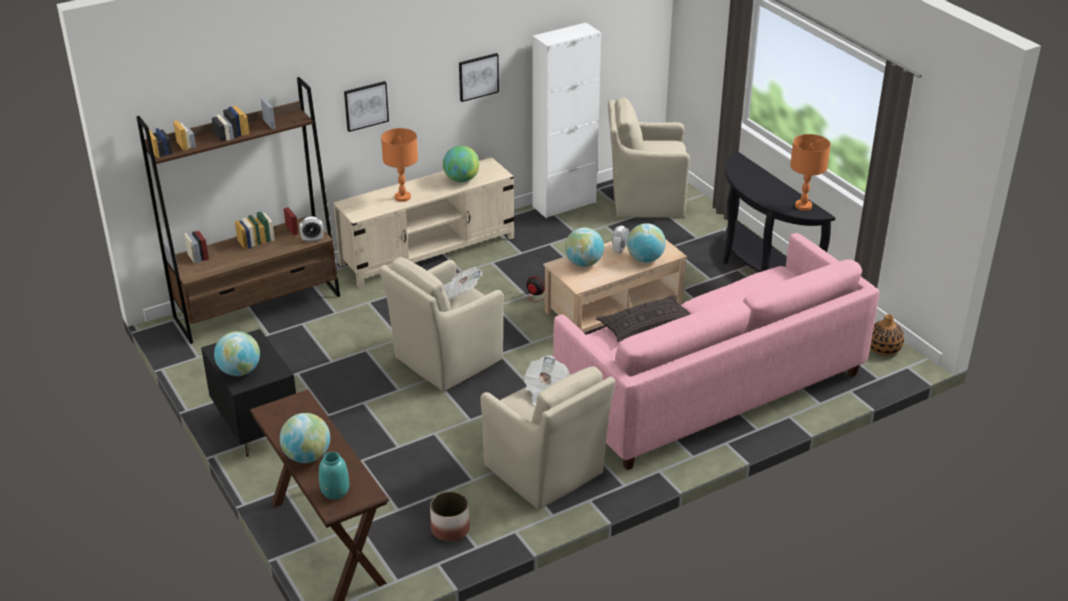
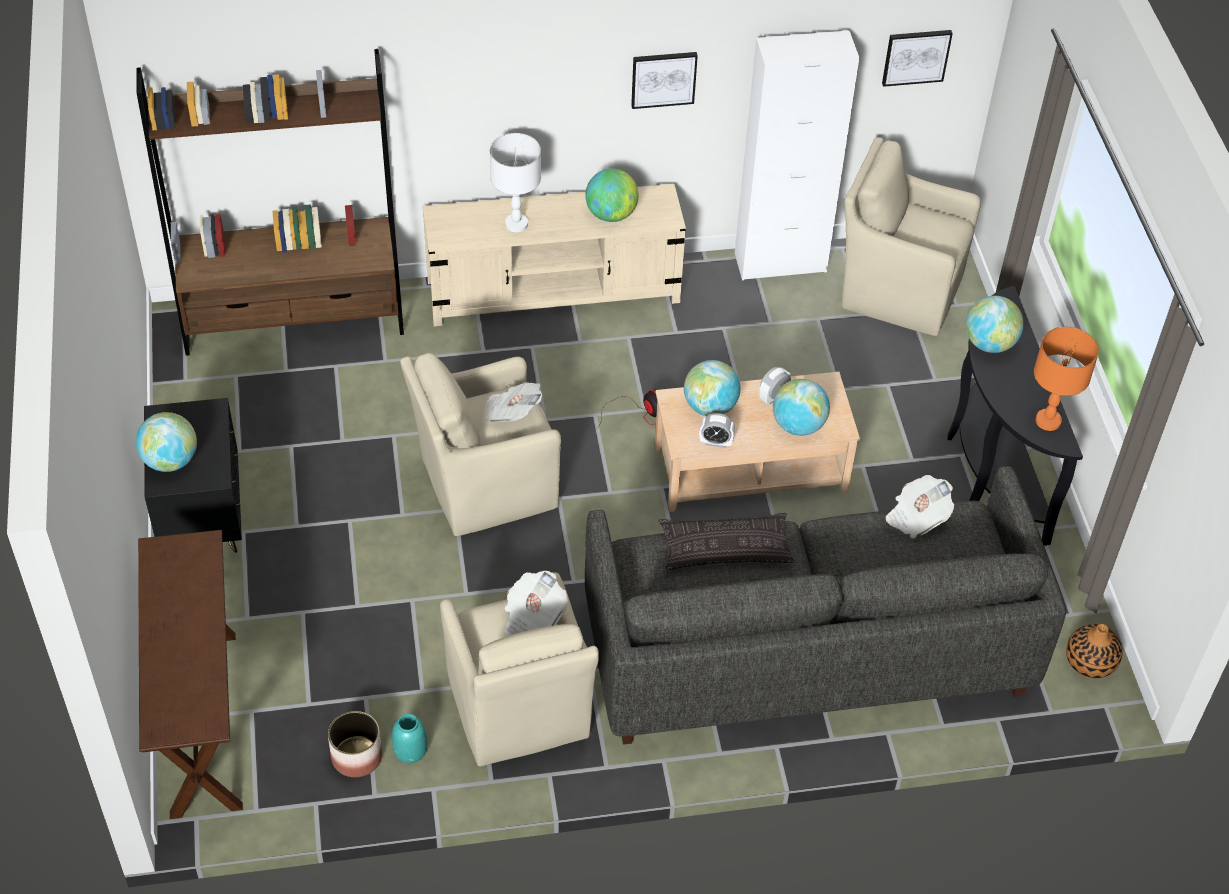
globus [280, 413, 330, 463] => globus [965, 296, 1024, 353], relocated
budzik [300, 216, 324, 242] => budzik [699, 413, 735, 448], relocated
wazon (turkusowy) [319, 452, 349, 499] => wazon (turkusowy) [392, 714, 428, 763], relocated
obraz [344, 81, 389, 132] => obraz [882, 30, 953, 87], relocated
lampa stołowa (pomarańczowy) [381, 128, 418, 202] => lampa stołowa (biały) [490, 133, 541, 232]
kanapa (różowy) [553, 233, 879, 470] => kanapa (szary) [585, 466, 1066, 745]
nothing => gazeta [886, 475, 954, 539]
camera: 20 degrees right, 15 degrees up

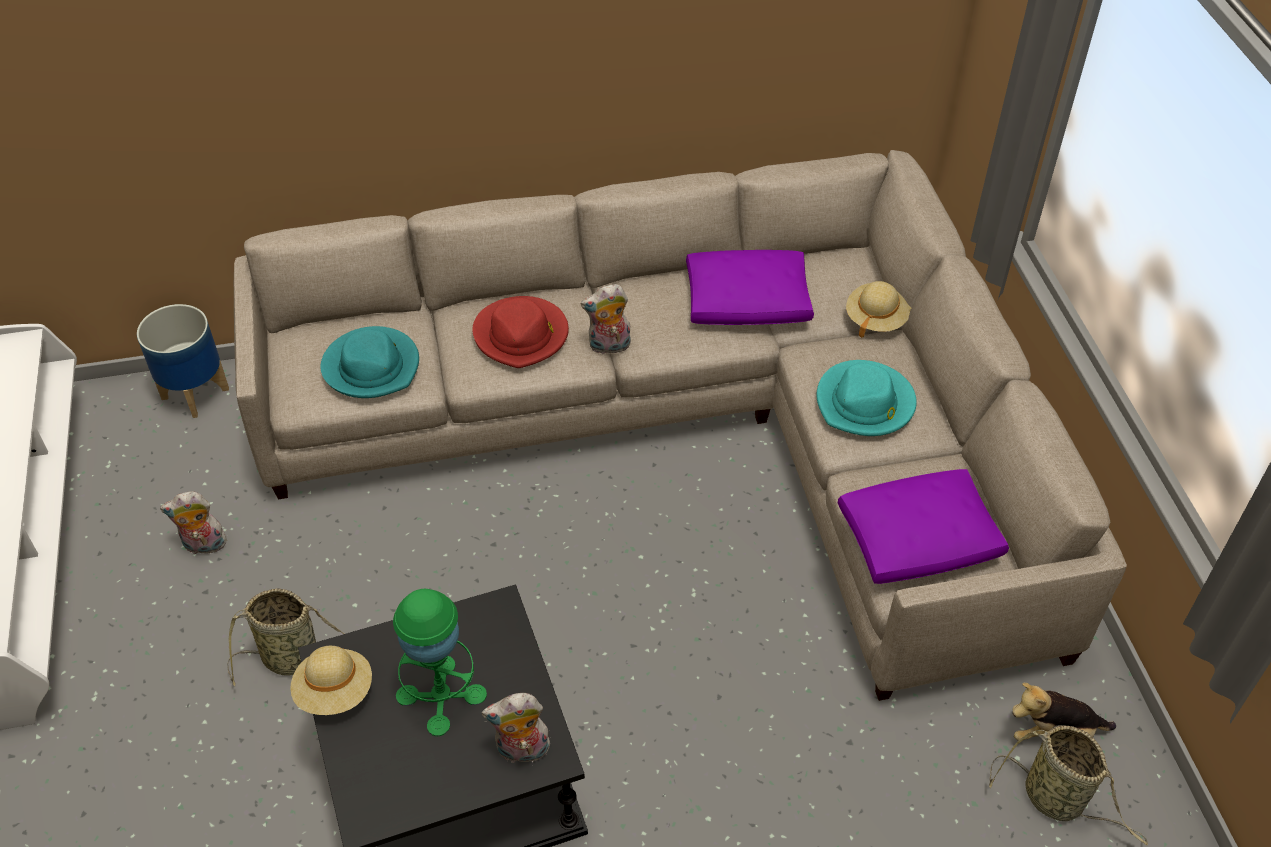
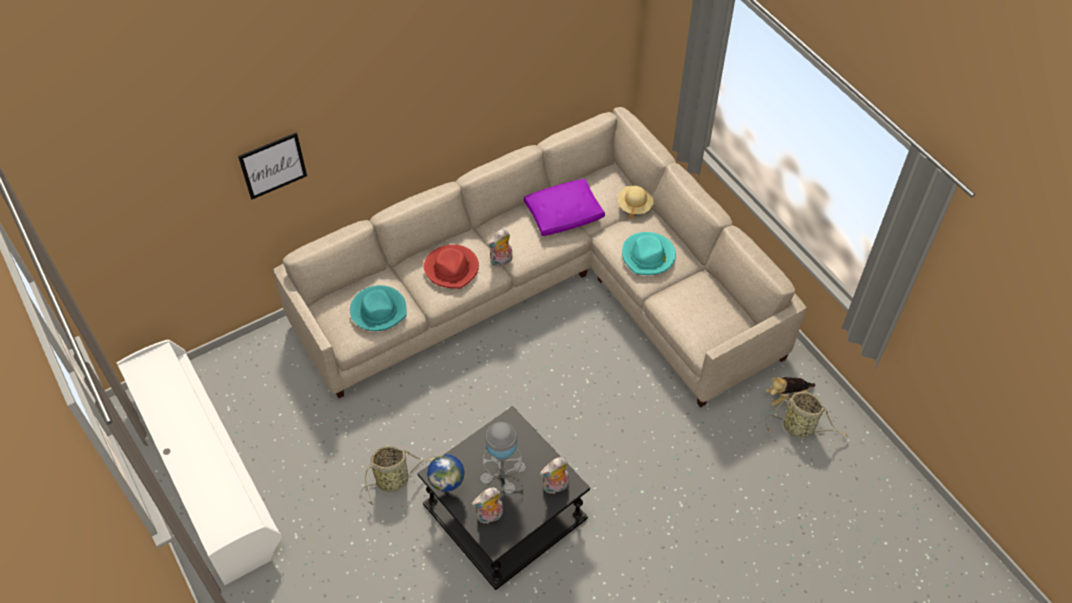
donica [137, 304, 229, 418] => nothing
pluszak [160, 491, 227, 554] => pluszak [472, 487, 503, 524], relocated
kapelusz (beżowy) [290, 646, 372, 715] => globus [427, 454, 465, 492]
lampa stołowa (zielony) [393, 589, 487, 736] => lampa stołowa (szary) [480, 422, 526, 494]
poduszka (fioletowy) [838, 469, 1009, 584] => nothing
nothing => obraz [238, 133, 307, 199]
camera: 20 degrees left, 5 degrees up

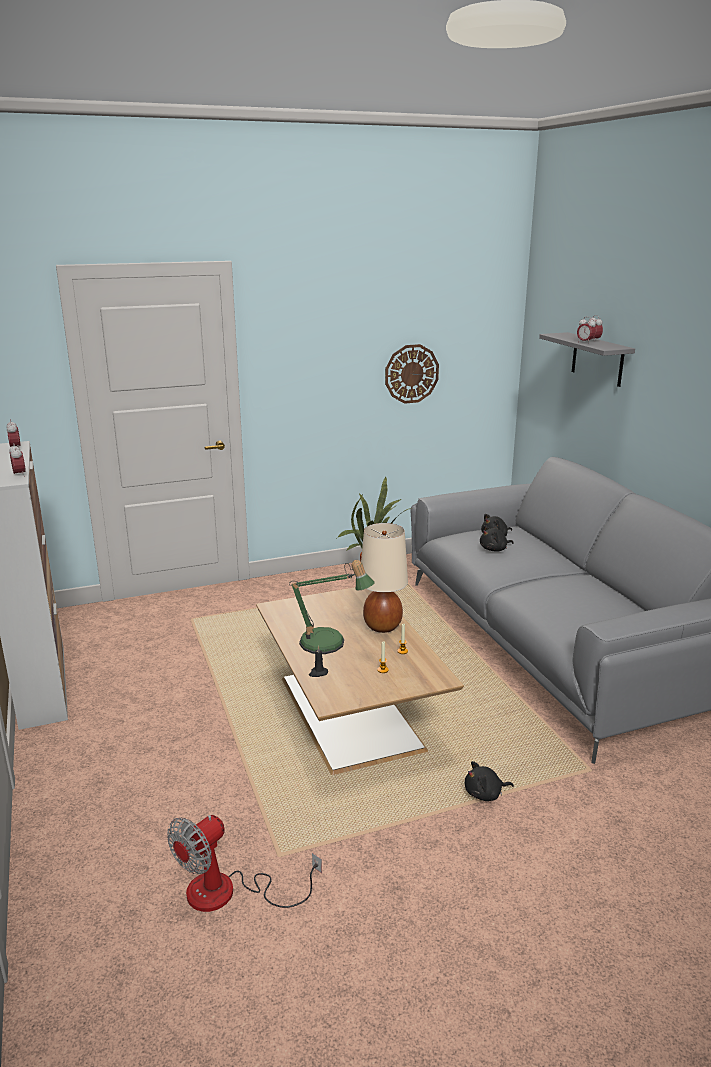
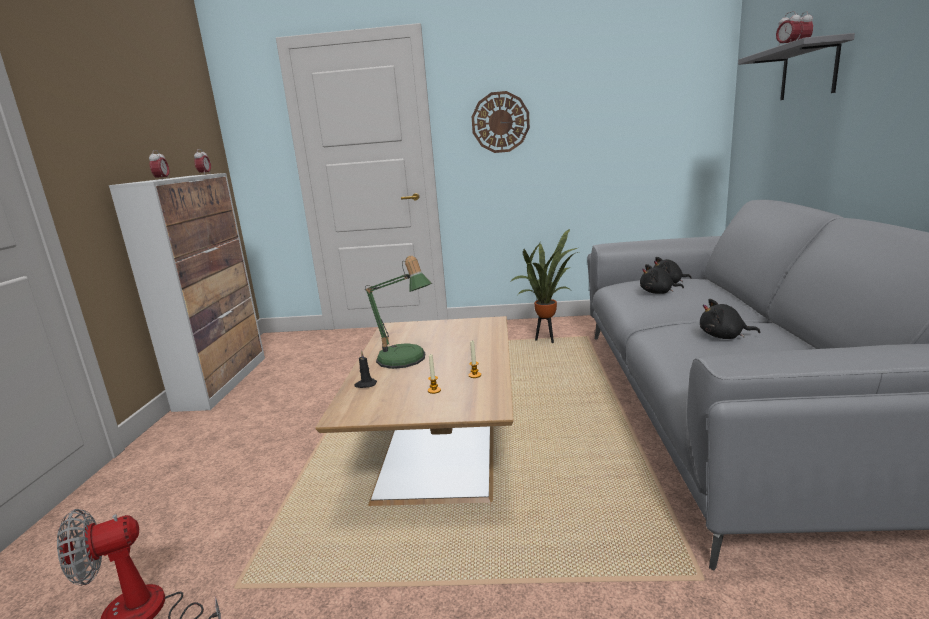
lampa stołowa (beżowy) [361, 523, 408, 633] => nothing
zegar ścienny [385, 344, 439, 404] => zegar ścienny [472, 91, 530, 153], relocated
pluszak (czarny) [465, 761, 514, 801] => pluszak (czarny) [700, 299, 760, 339], relocated
camera: 25 degrees right, 5 degrees down

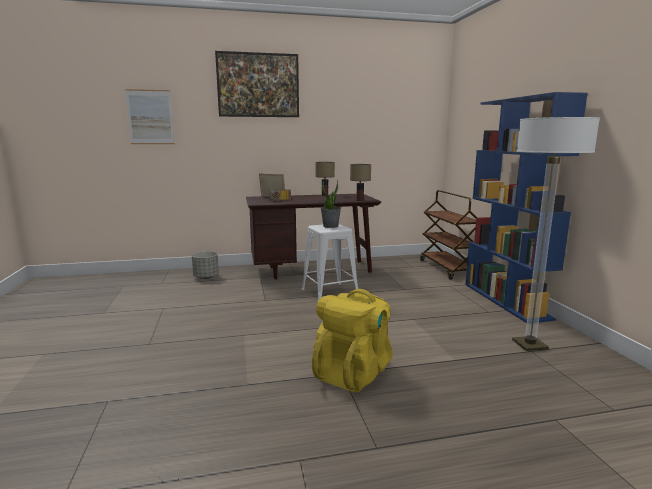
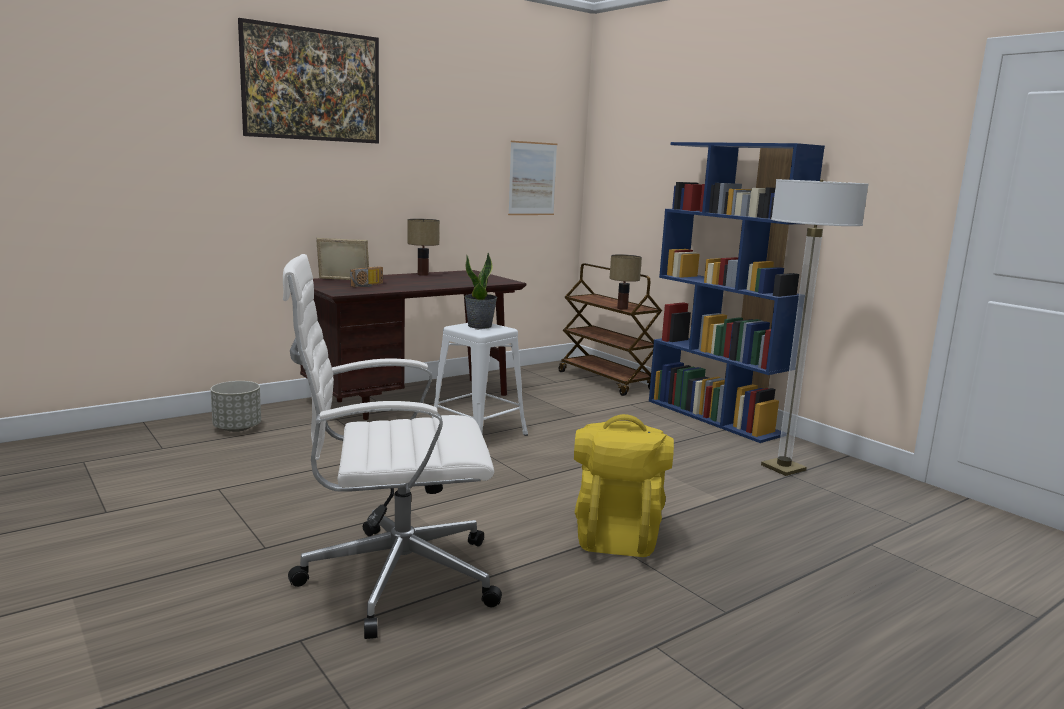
obraz [125, 89, 175, 144] => obraz [508, 141, 557, 215], relocated
lampa stołowa [350, 164, 371, 201] => lampa stołowa [610, 254, 642, 310], relocated
nothing => krzesło biurowe (biały) [283, 254, 502, 639]
camera: 25 degrees left, 0 degrees up

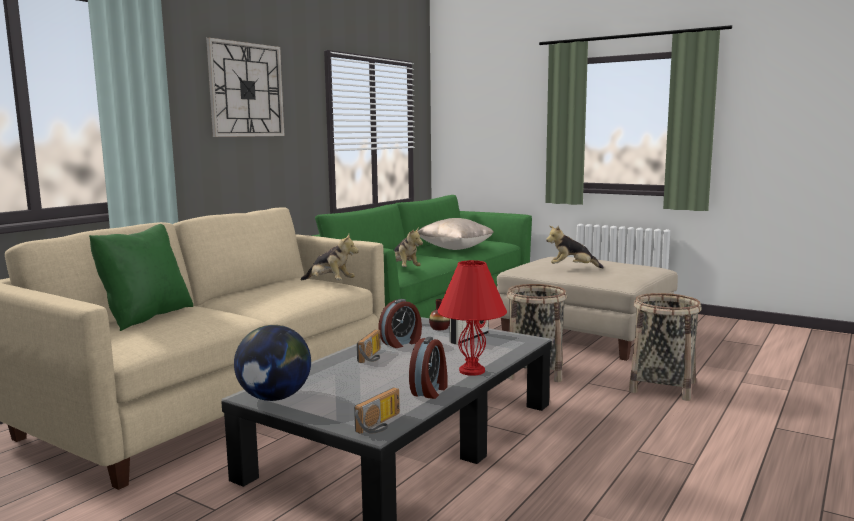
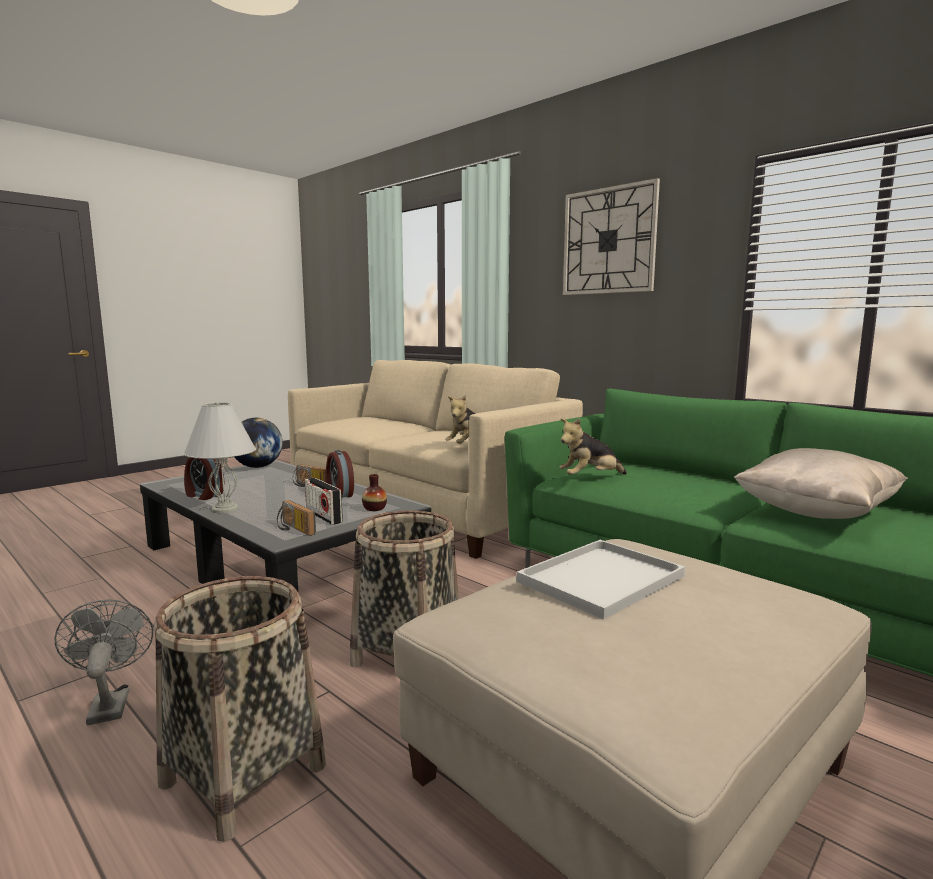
poduszka (zielony) [89, 224, 193, 331] => nothing
radio [354, 387, 400, 434] => radio [277, 500, 316, 536], relocated
lampa stołowa (czerwony) [438, 260, 507, 376] => lampa stołowa (biały) [184, 402, 256, 513]
pluszak [546, 226, 604, 268] => taca (biały) [517, 540, 685, 620]
nothing => wentylator (szary) [54, 600, 153, 725]
camera: 100 degrees right, 0 degrees up

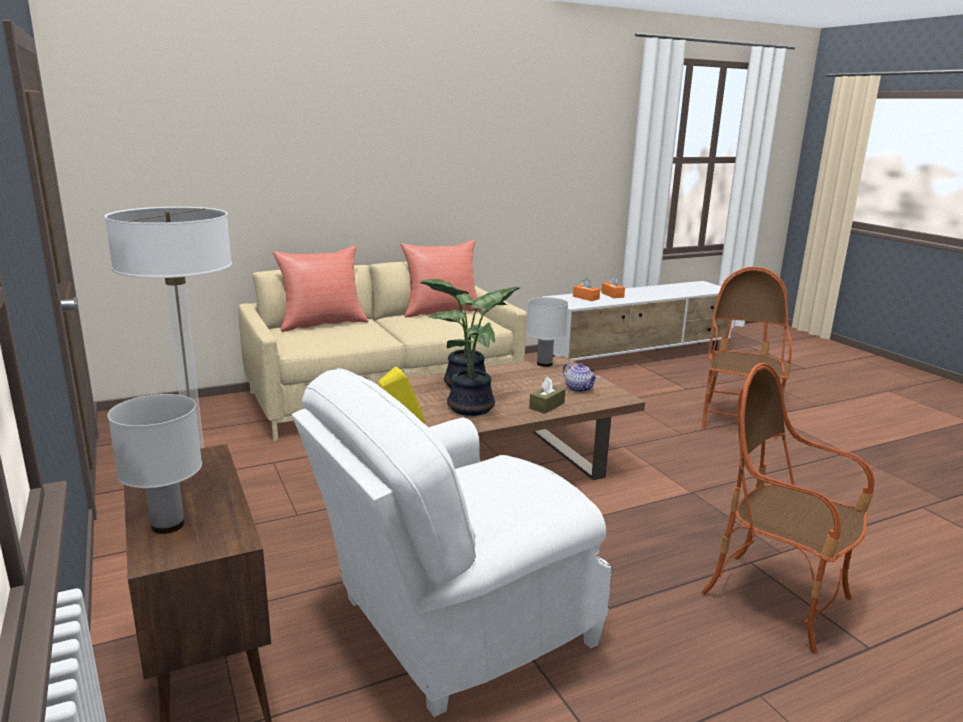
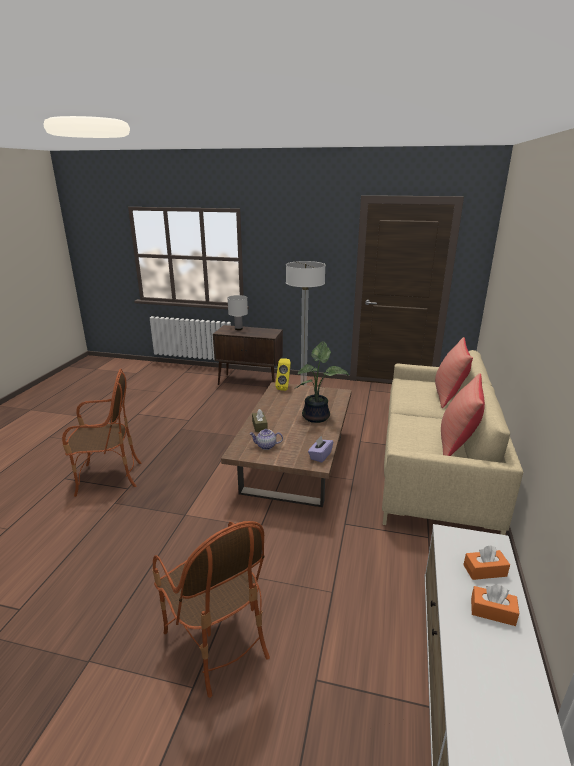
fotel (biały) [292, 368, 611, 717] => nothing
roślina doniczkowa [428, 287, 521, 416] => nothing
lampa stołowa (biały) [527, 297, 568, 367] => pudełko chusteczek (fioletowy) [308, 436, 333, 463]
camera: 130 degrees right, 5 degrees up

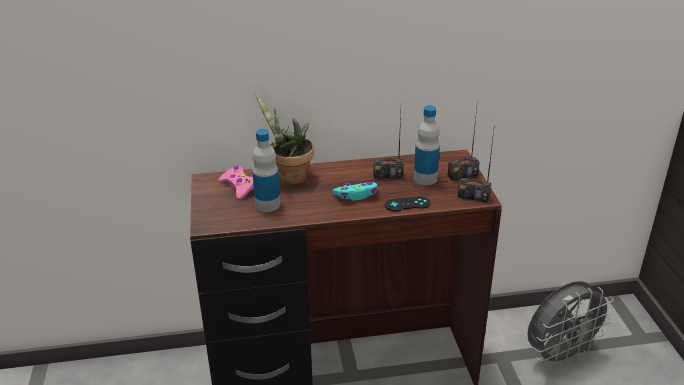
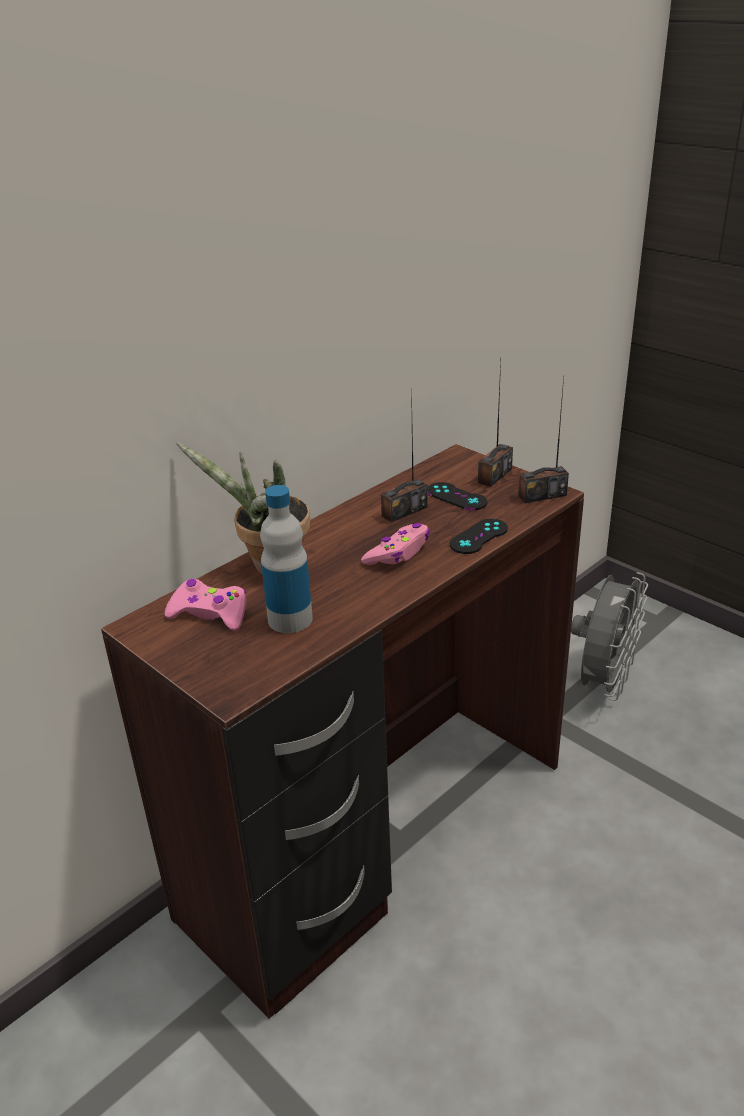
pad do gier (turkusowy) [332, 182, 378, 200] => pad do gier (różowy) [361, 523, 430, 565]
butelka [414, 105, 440, 185] => pad do gier (czarny) [427, 482, 487, 510]
camera: 35 degrees left, 0 degrees up

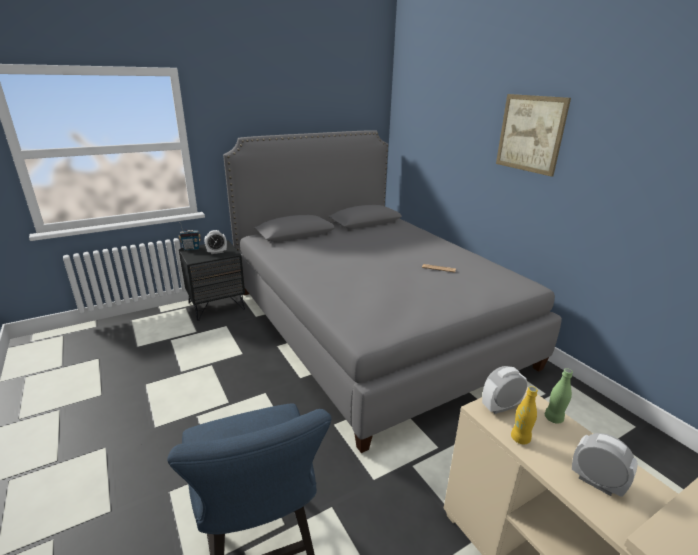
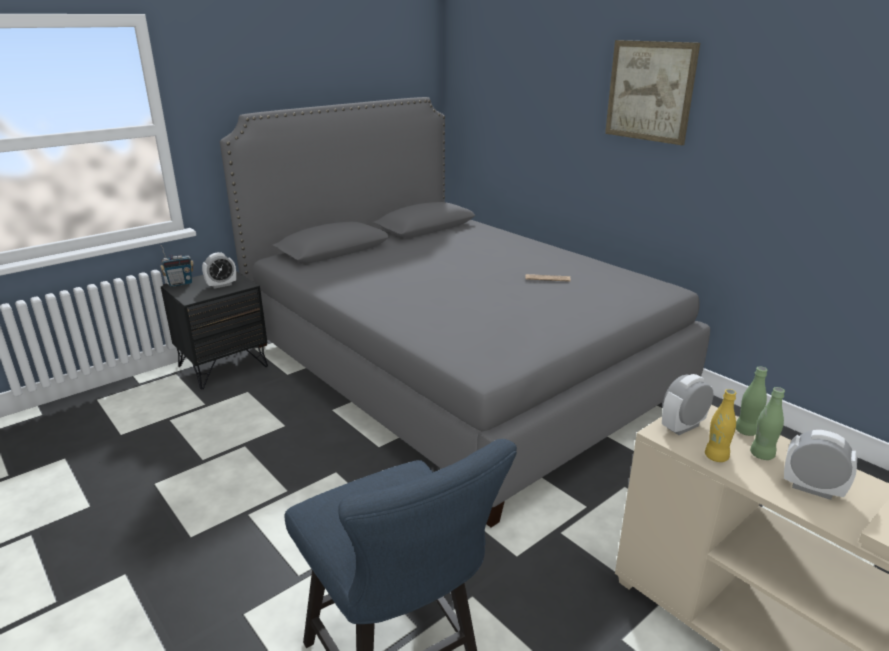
nothing => butelka (zielony) [750, 387, 785, 460]
camera: 10 degrees left, 0 degrees up

